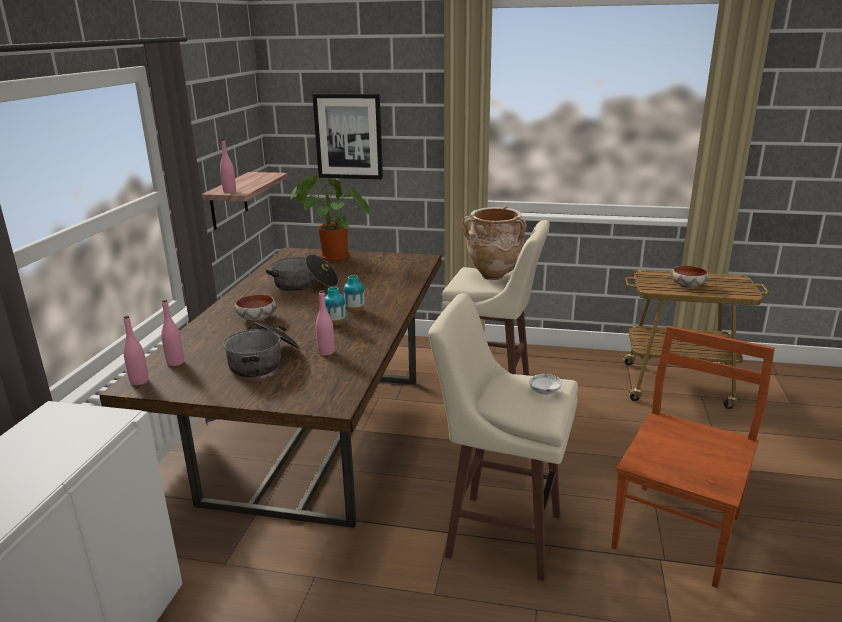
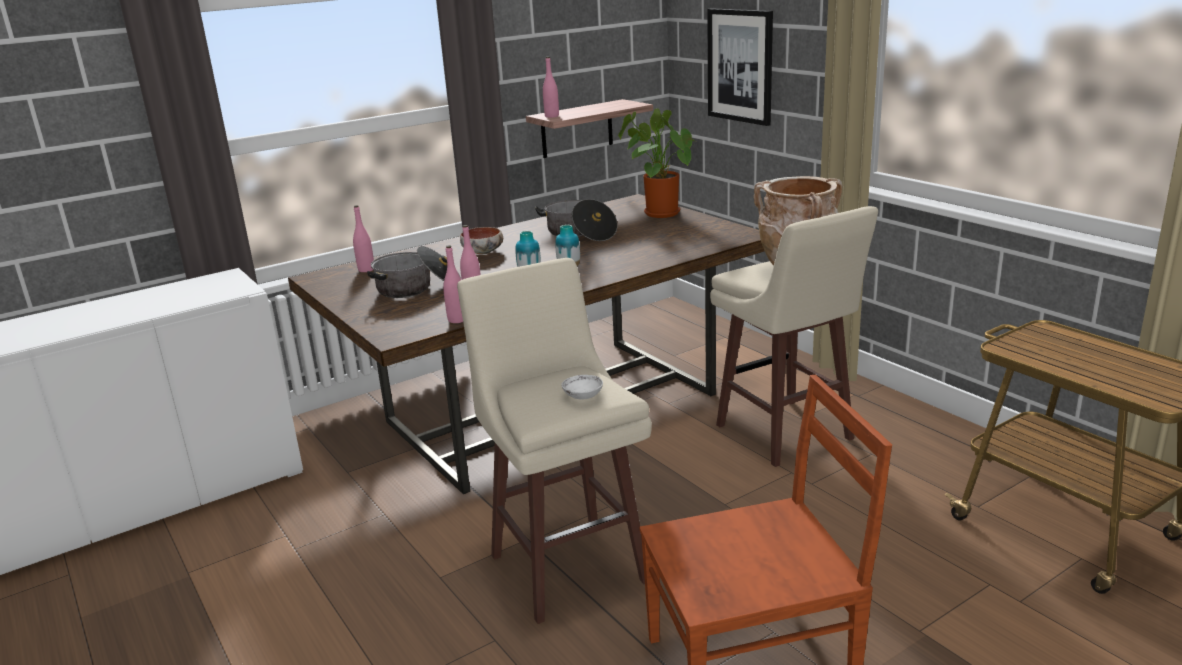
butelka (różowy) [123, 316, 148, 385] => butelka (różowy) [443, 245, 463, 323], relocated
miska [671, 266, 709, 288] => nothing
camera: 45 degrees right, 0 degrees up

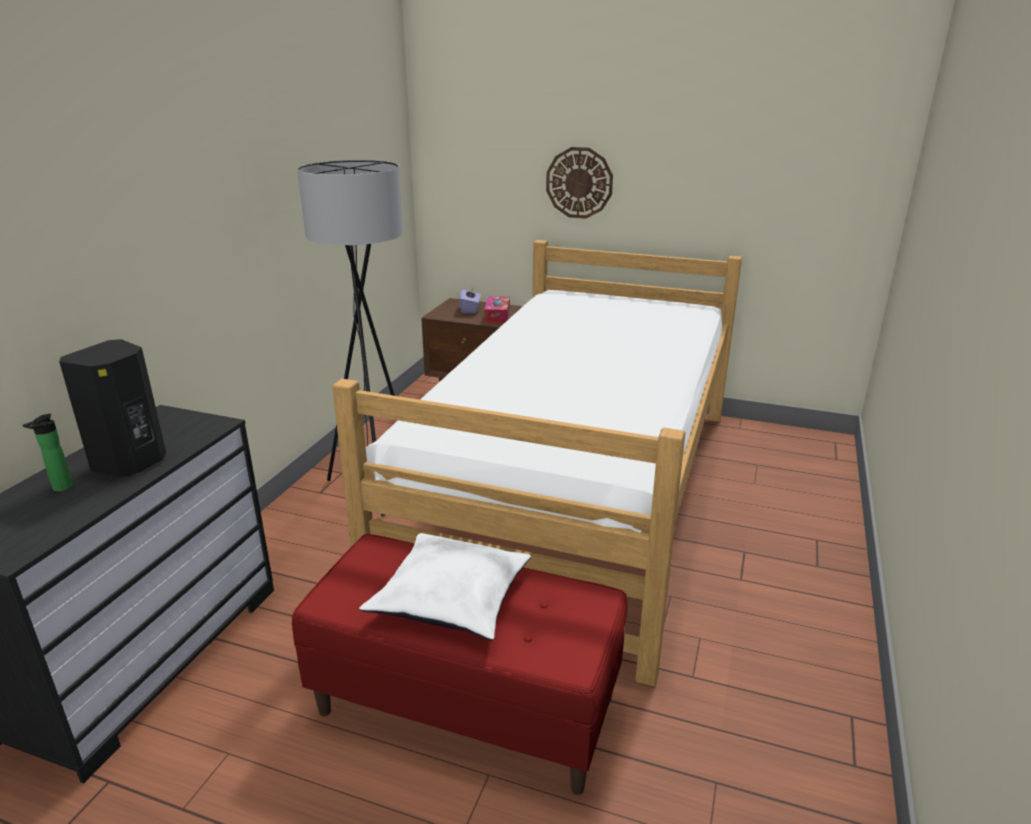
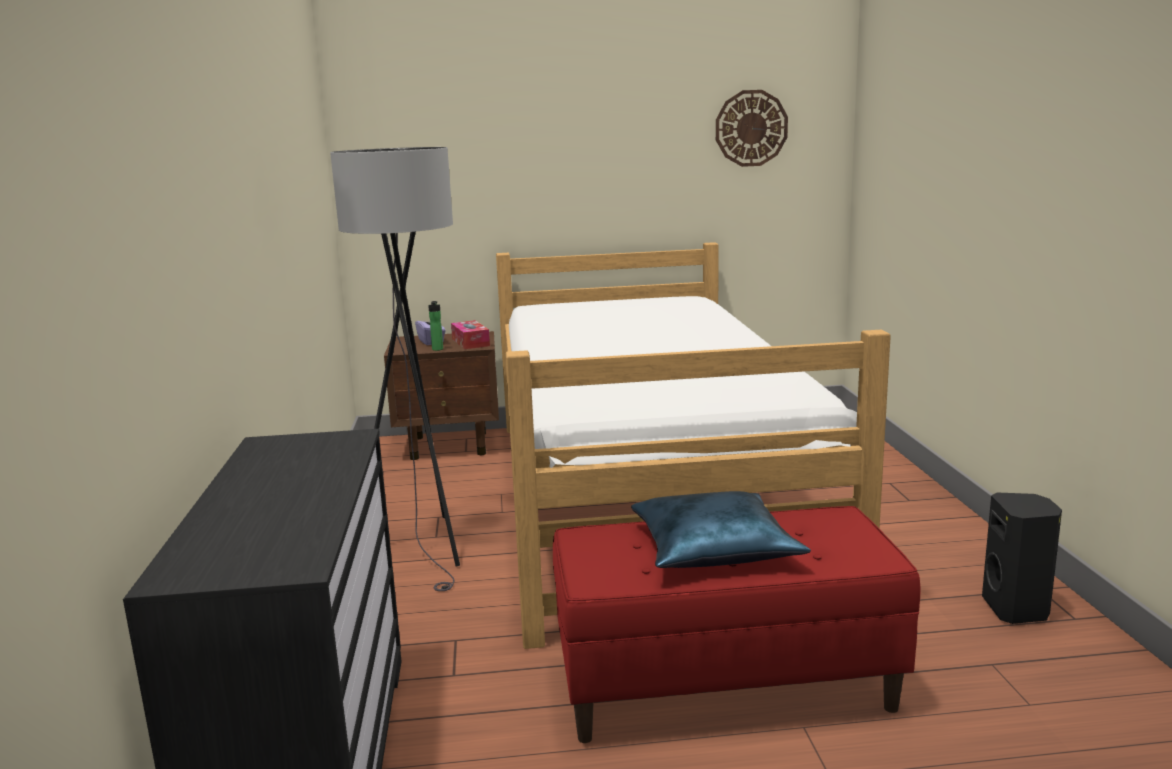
butelka [23, 414, 73, 492] => butelka [428, 301, 443, 351], relocated
głośnik (czarny) [59, 339, 166, 477] => głośnik (czarny) [982, 492, 1062, 624], relocated
poduszka (biały) [359, 533, 531, 640] => poduszka (niebieski) [631, 491, 811, 568]
zegar ścienny [546, 147, 613, 219] => zegar ścienny [716, 90, 788, 167], relocated
camera: 25 degrees left, 10 degrees down

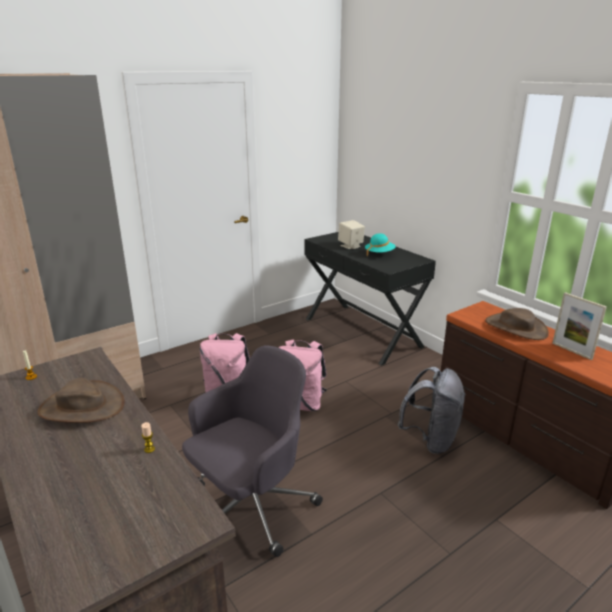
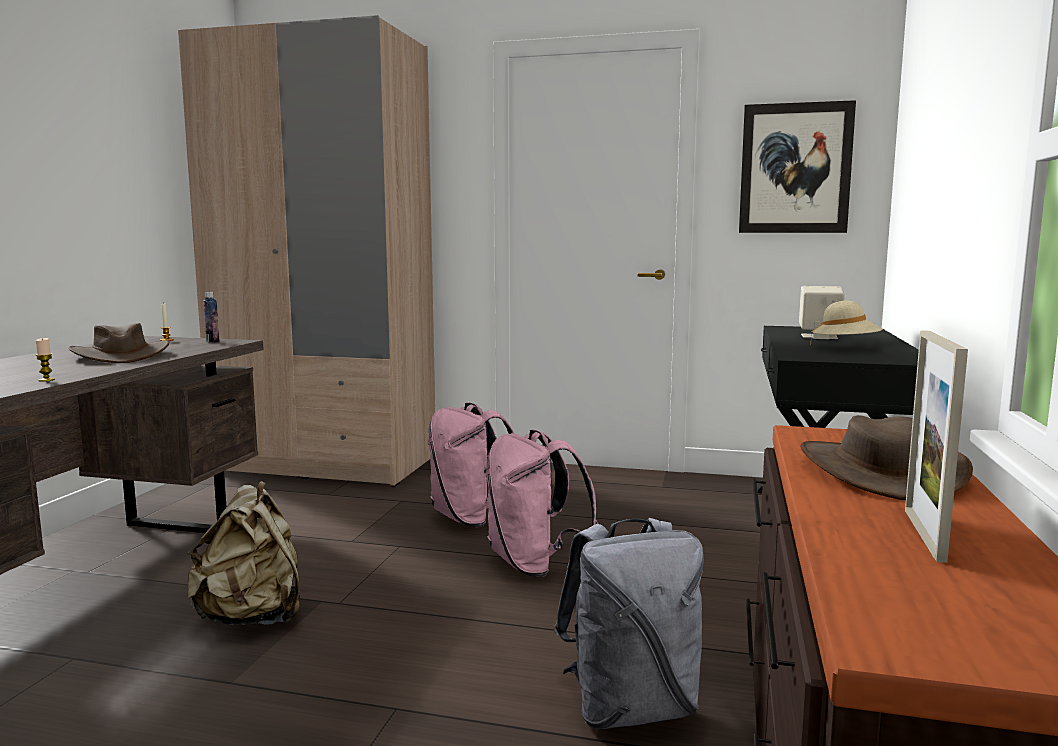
krzesło biurowe (szary) [182, 345, 323, 557] => plecak (beżowy) [187, 481, 300, 625]
kapelusz (turkusowy) [365, 233, 396, 257] => kapelusz (beżowy) [810, 301, 883, 346]
nothing => butelka [203, 292, 219, 343]
nothing => obraz [739, 100, 856, 233]
camera: 50 degrees right, 15 degrees down

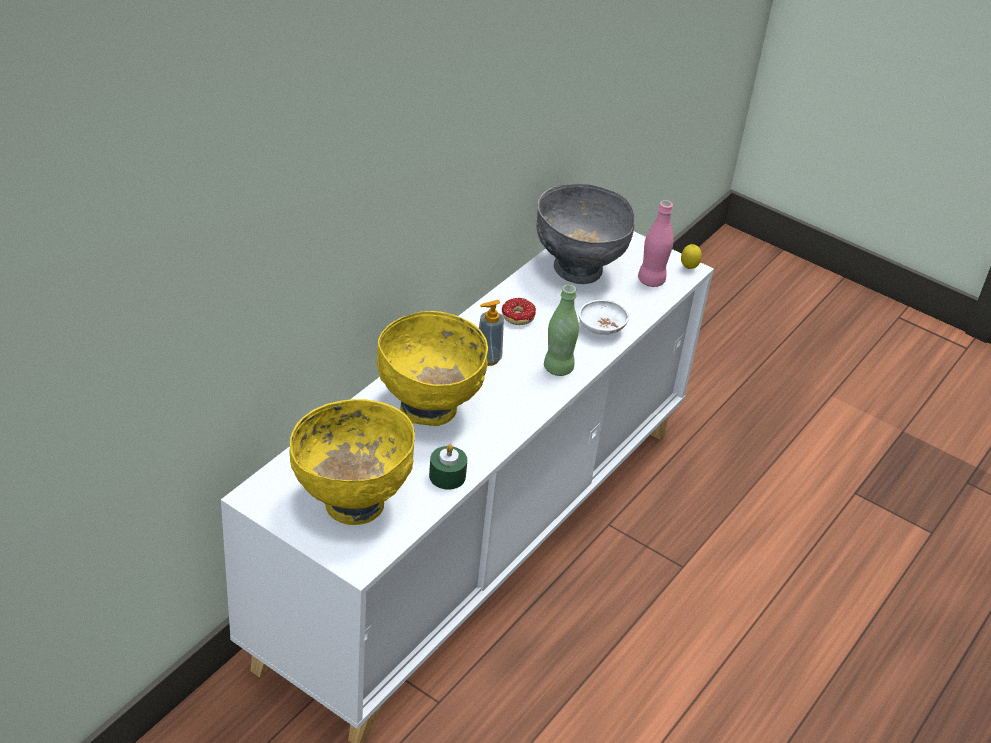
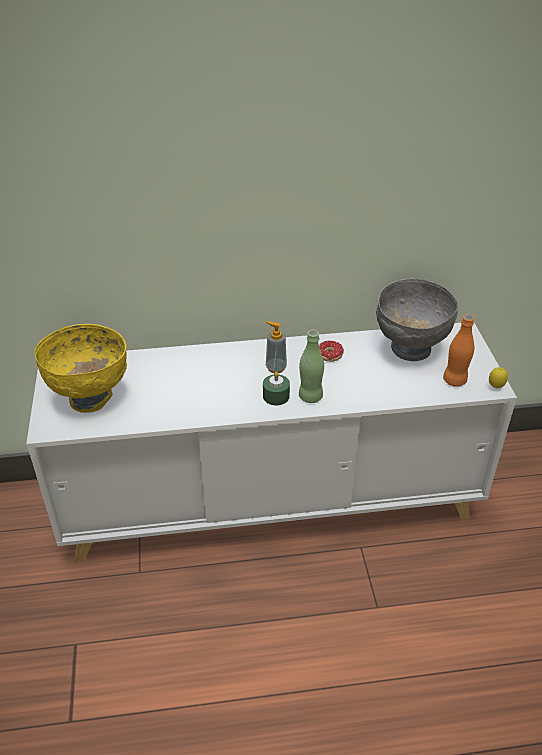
miska (żółty) [377, 311, 488, 426] => nothing
świeca (zielony) [429, 444, 467, 489] => świeca (zielony) [263, 372, 290, 405], relocated
miska (biały) [579, 300, 629, 335] => nothing
butelka (różowy) [638, 200, 673, 287] => butelka (pomarańczowy) [443, 314, 475, 387]
camera: 50 degrees right, 0 degrees up

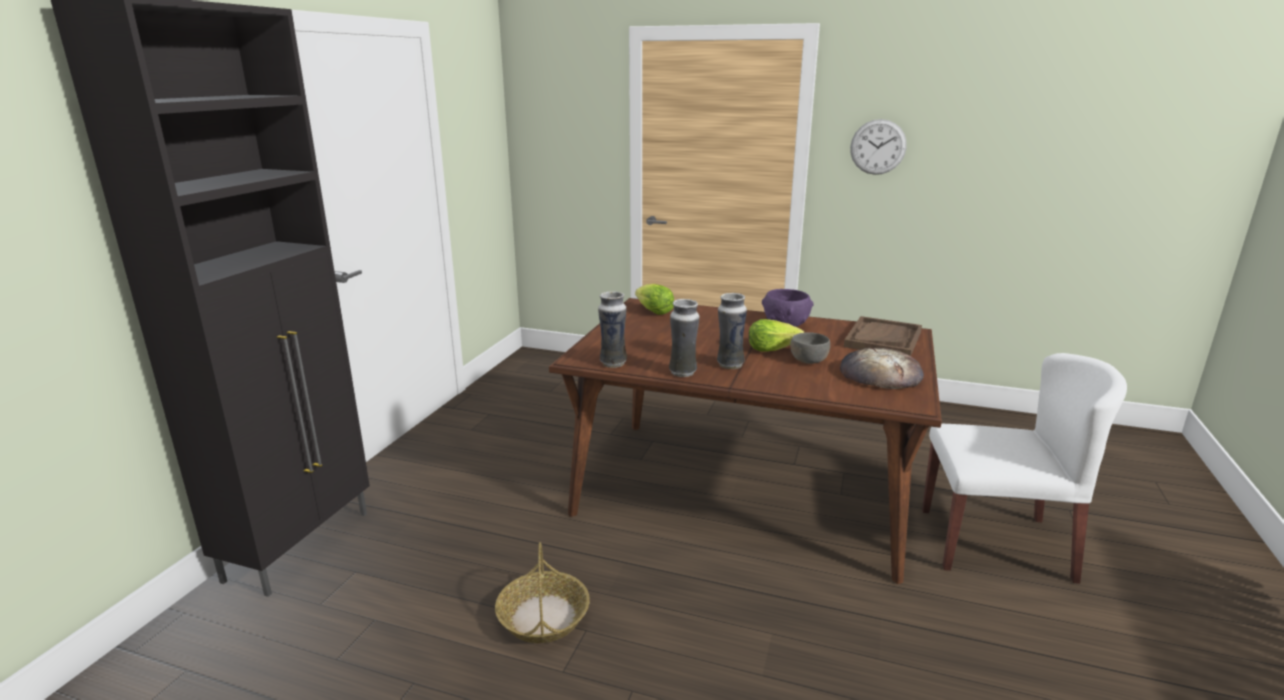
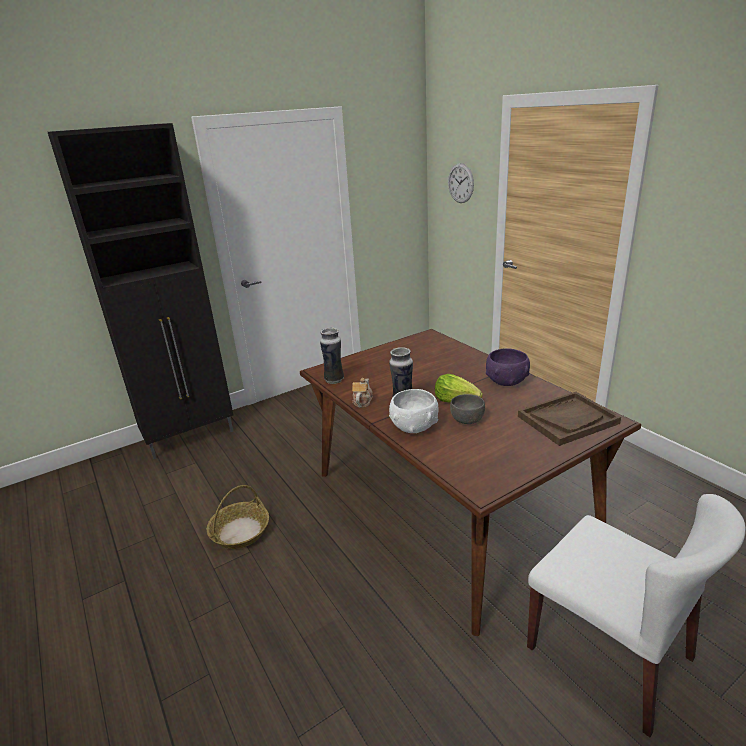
sałata [635, 284, 674, 315] => nothing
wazon [669, 299, 700, 377] => imbryk [352, 378, 373, 407]
chleb [840, 348, 924, 389] => nothing
zegar ścienny [850, 119, 907, 175] => zegar ścienny [448, 163, 474, 203], relocated
nothing => miska (biały) [389, 389, 439, 433]
camera: 40 degrees right, 5 degrees up

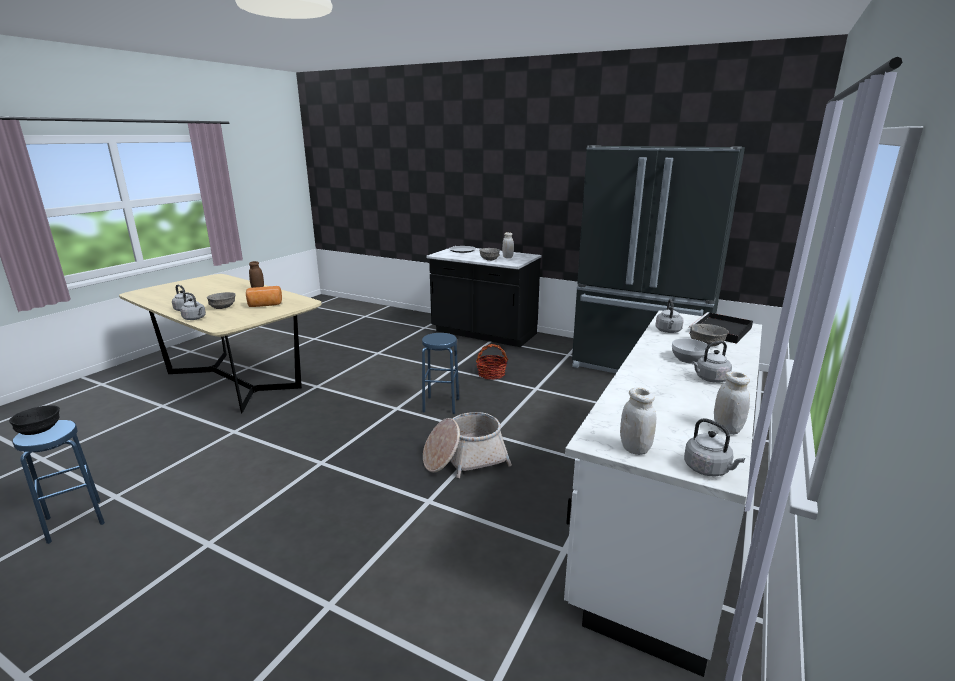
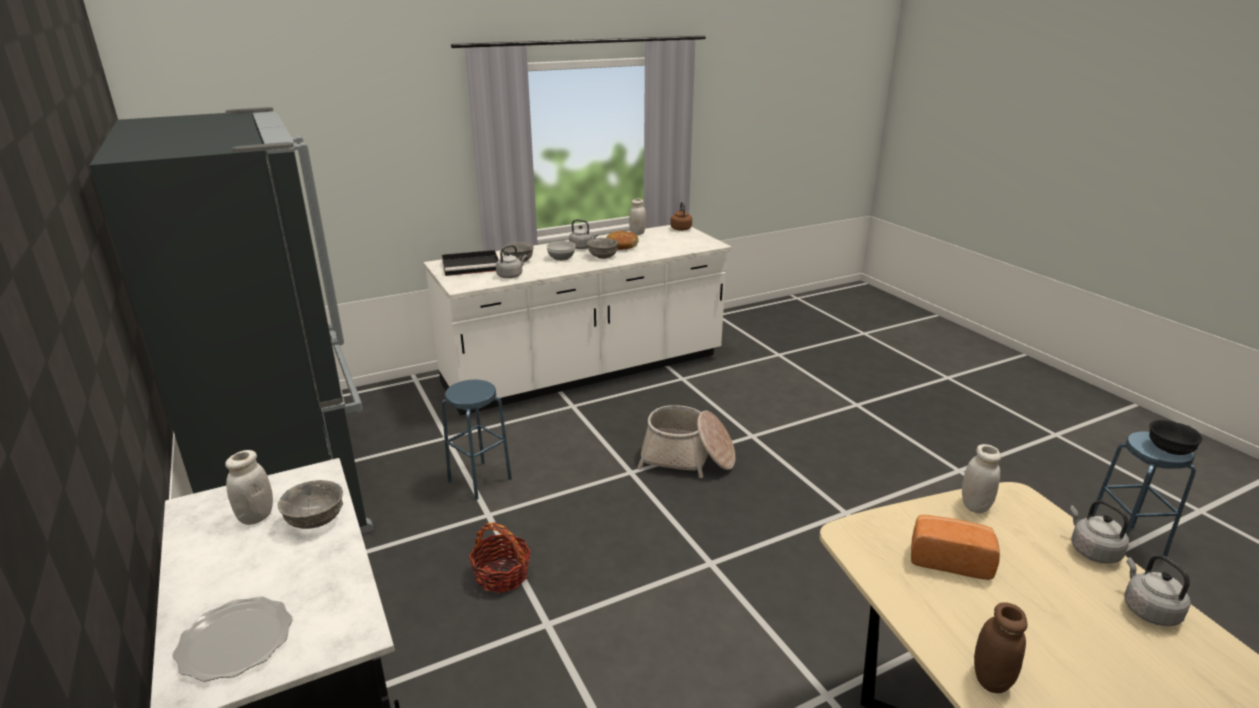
miska (szary) [207, 292, 236, 309] => miska (szary) [587, 238, 618, 259], relocated
stołek (niebieski) [422, 333, 459, 414] => stołek (niebieski) [442, 380, 512, 500], relocated
słoik (biały) [620, 387, 656, 455] => słoik (biały) [962, 444, 1001, 513], relocated
czajnik (szary) [684, 418, 745, 476] => czajnik (brązowy) [670, 202, 692, 231]
nothing => chleb [606, 231, 639, 250]
camera: 145 degrees left, 5 degrees up

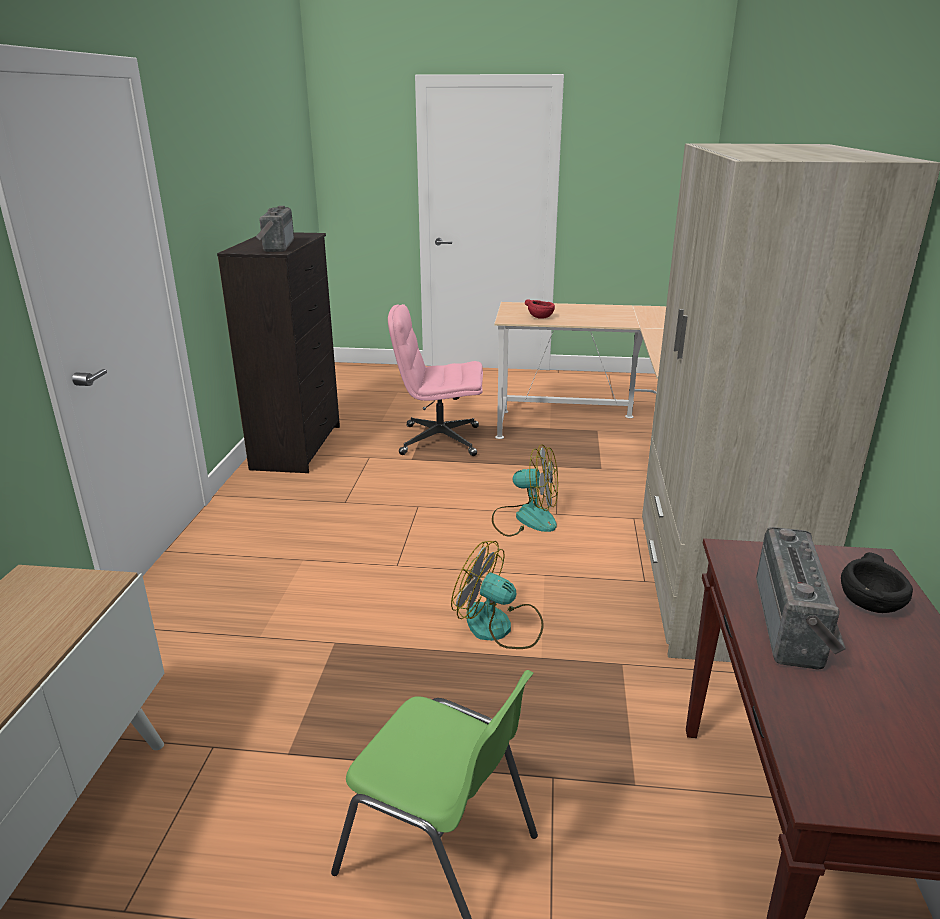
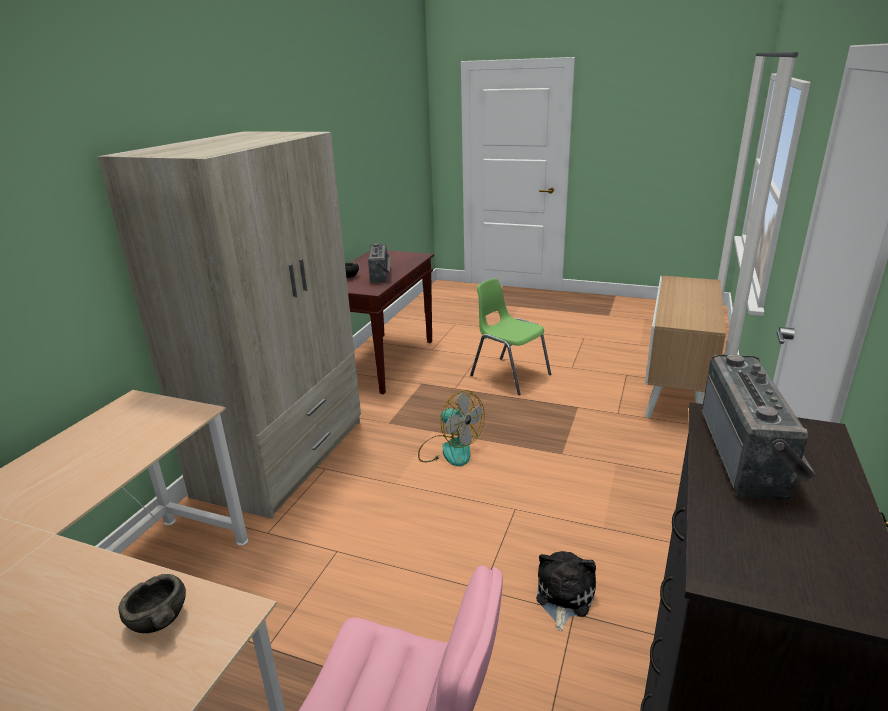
wentylator [492, 444, 558, 536] => nothing
miska (czerwony) [525, 299, 555, 319] => miska (szary) [118, 574, 186, 633]
radio [756, 527, 846, 670] => radio [368, 243, 391, 283], 150 degrees clockwise
nothing => pluszak [536, 551, 596, 631]
camera: 165 degrees left, 0 degrees up

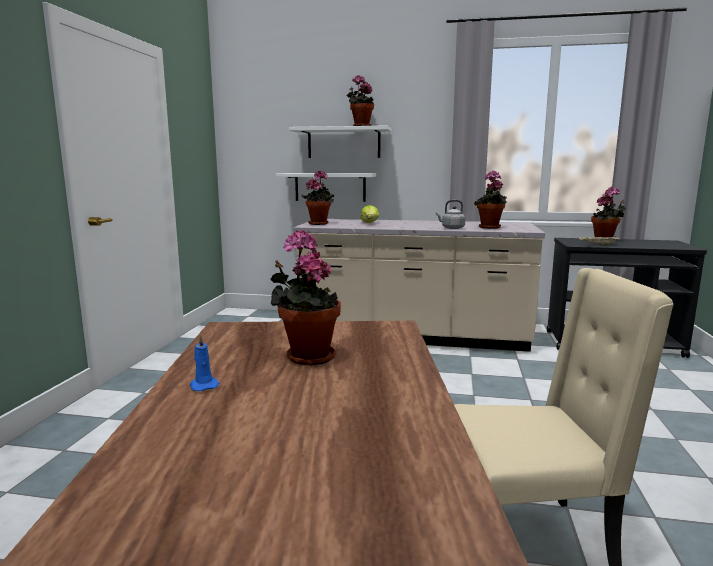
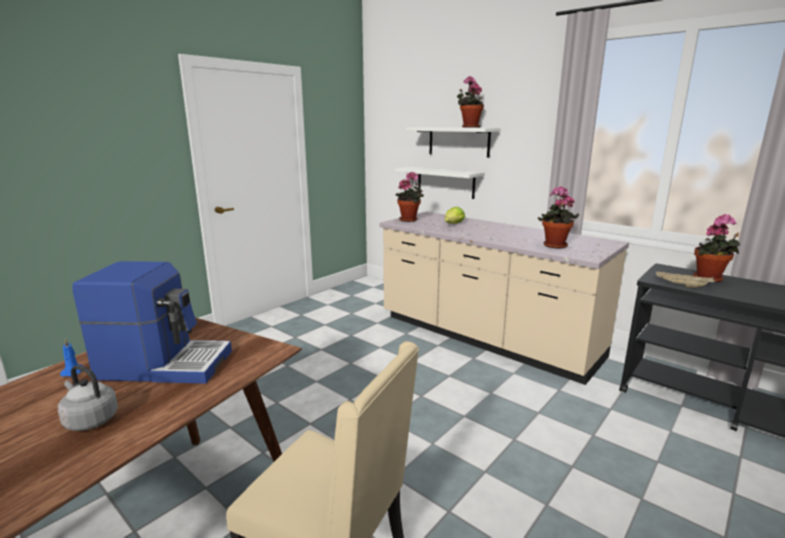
roślina doniczkowa [270, 230, 341, 365] => ekspres do kawy [72, 261, 232, 384]
czajnik (szary) [436, 200, 466, 229] => czajnik (szary) [58, 365, 118, 431], relocated
camera: 30 degrees right, 5 degrees up

